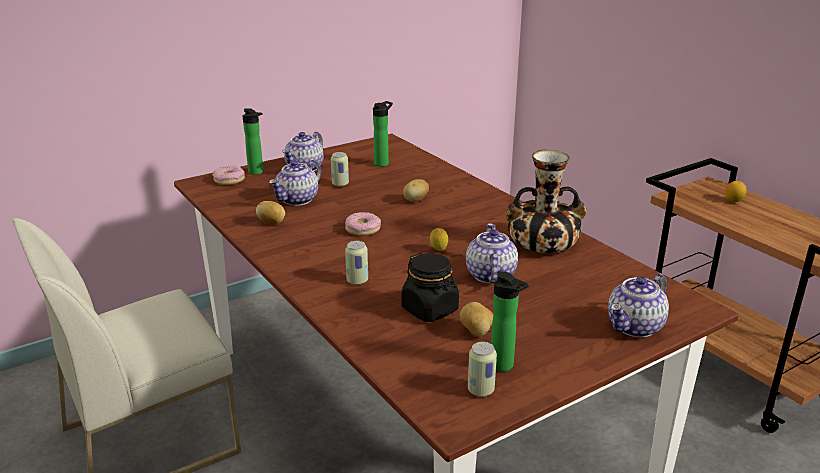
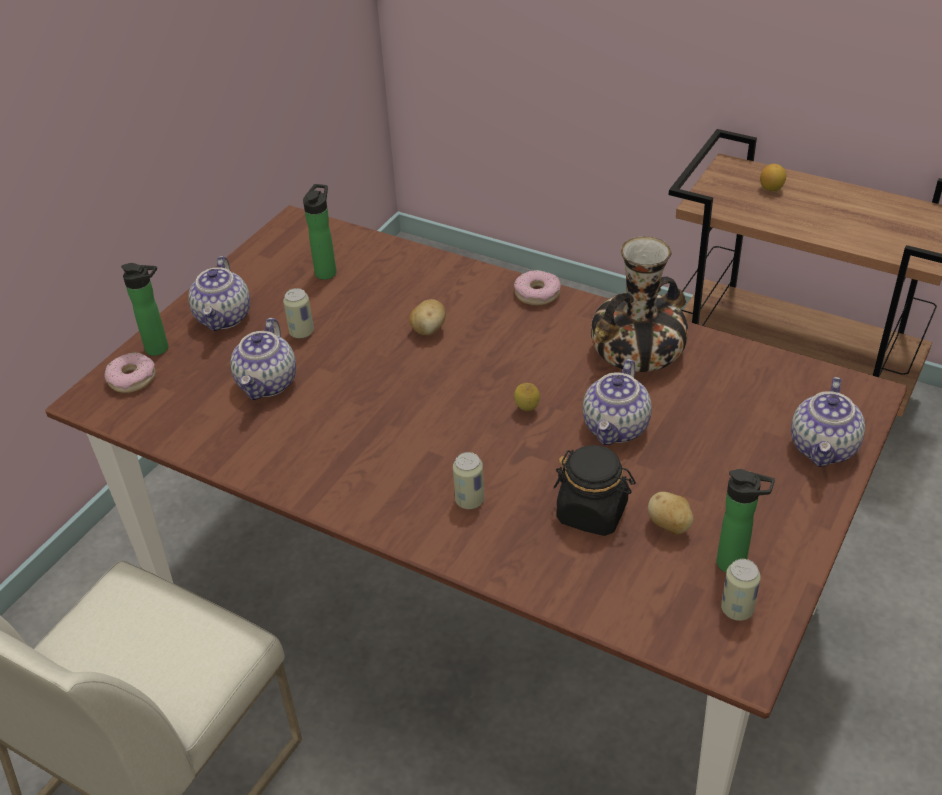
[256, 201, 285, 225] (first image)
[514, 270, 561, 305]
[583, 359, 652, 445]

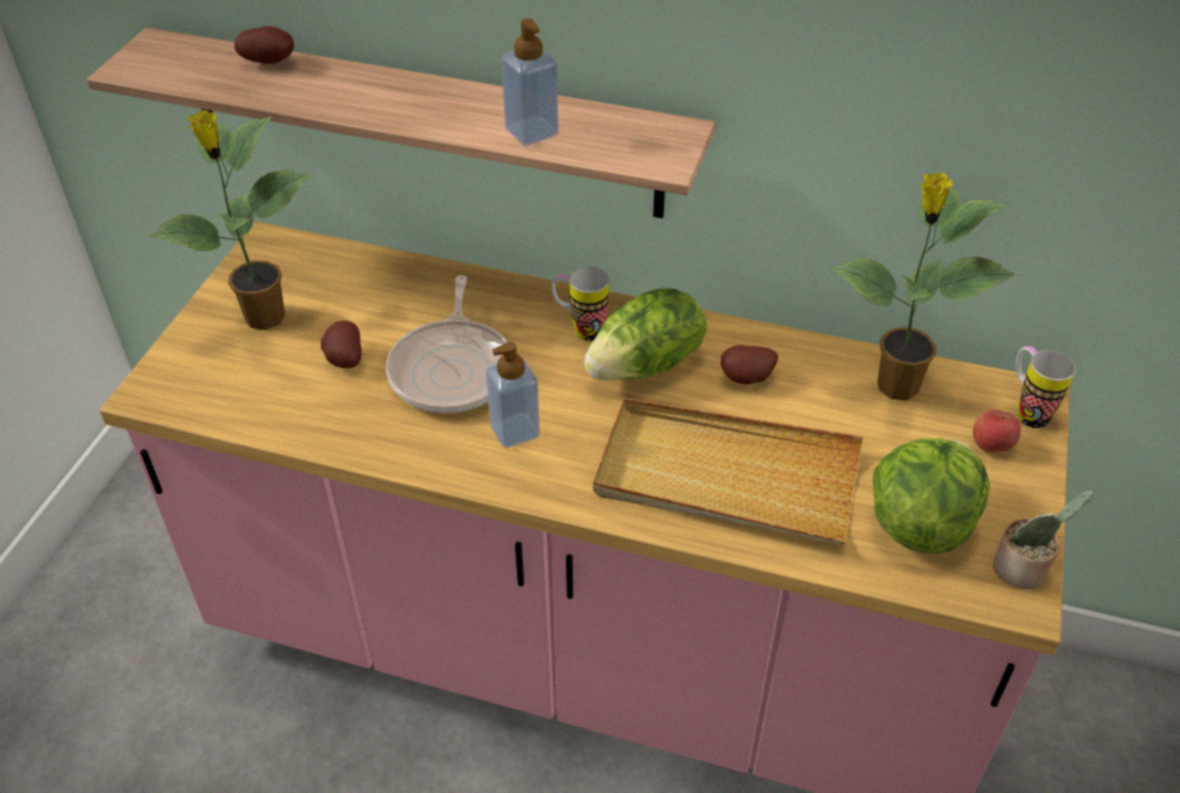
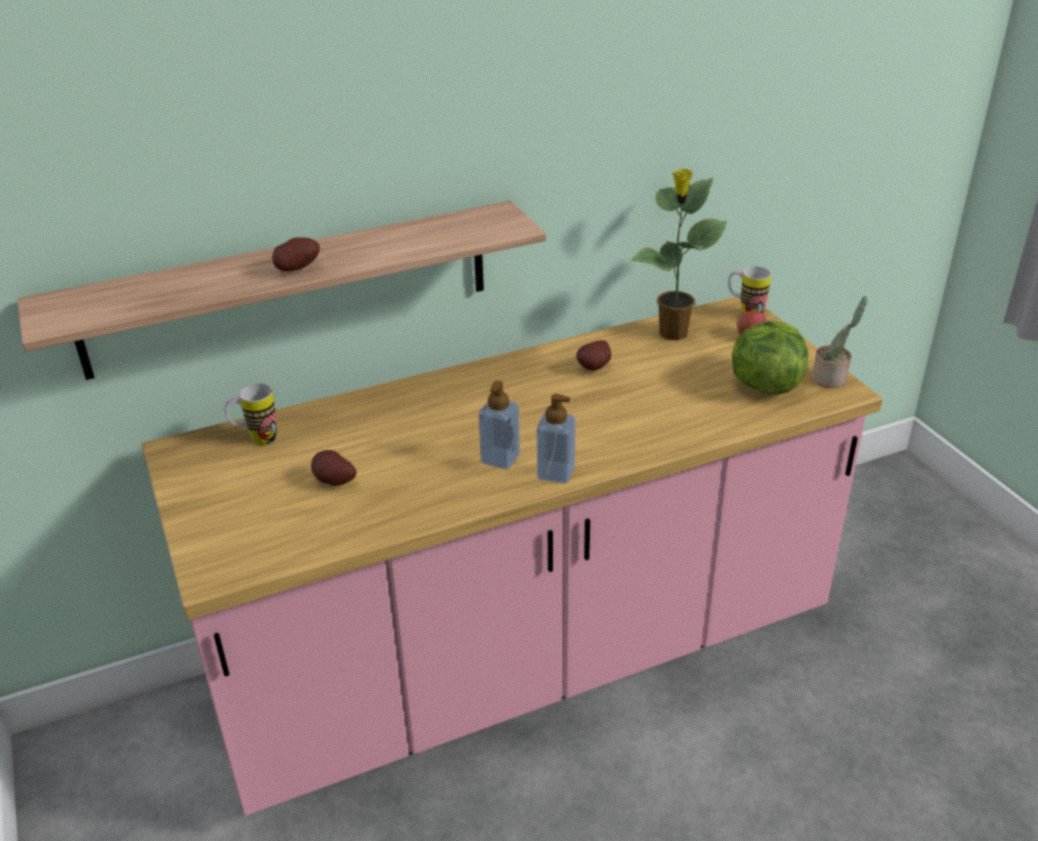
[150, 110, 309, 330] (first image)
[272, 237, 320, 271]
[386, 275, 507, 413] (first image)
[537, 394, 576, 484]
[225, 383, 276, 445]
[584, 288, 707, 380] (first image)
[593, 398, 863, 545] (first image)

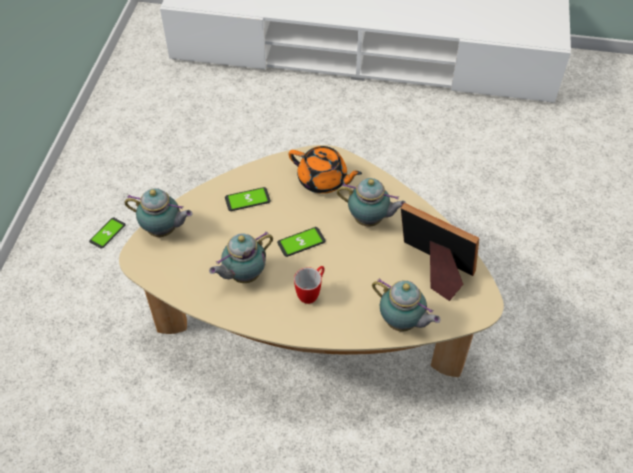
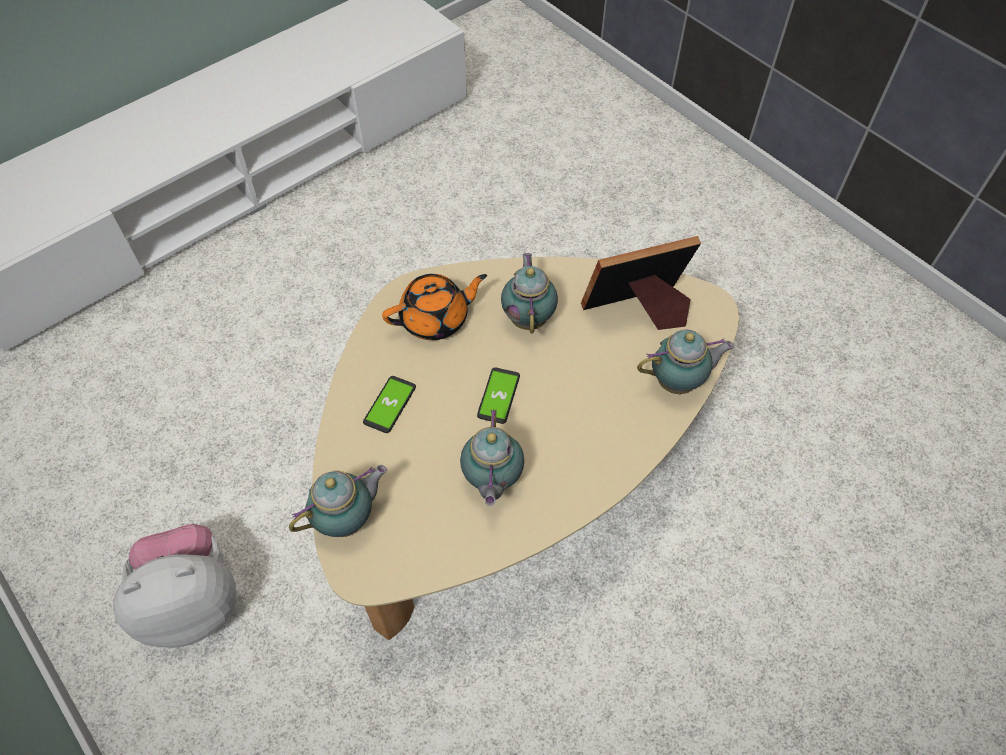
[113, 524, 236, 648]
[294, 266, 325, 304] (first image)
[501, 253, 558, 334]

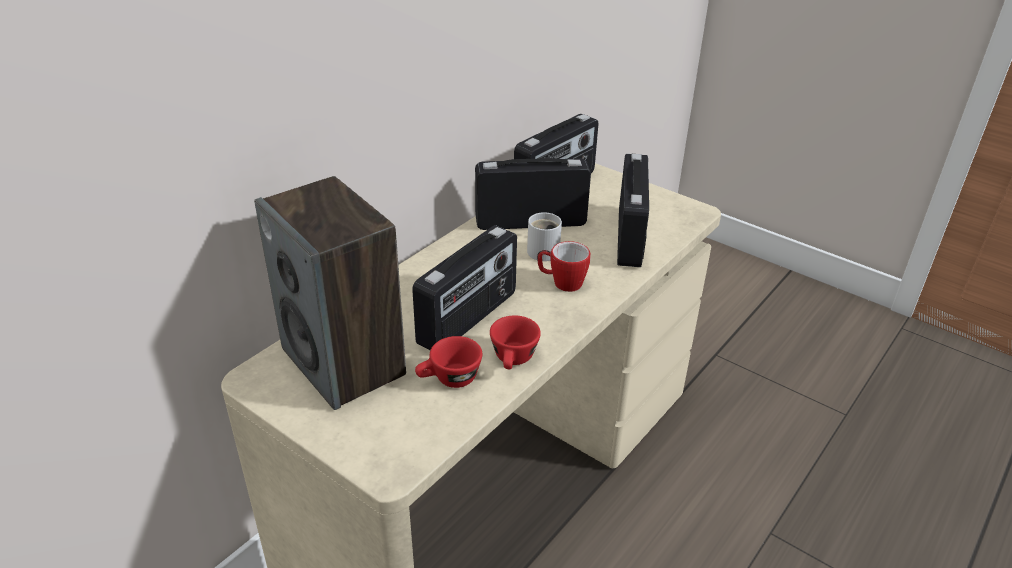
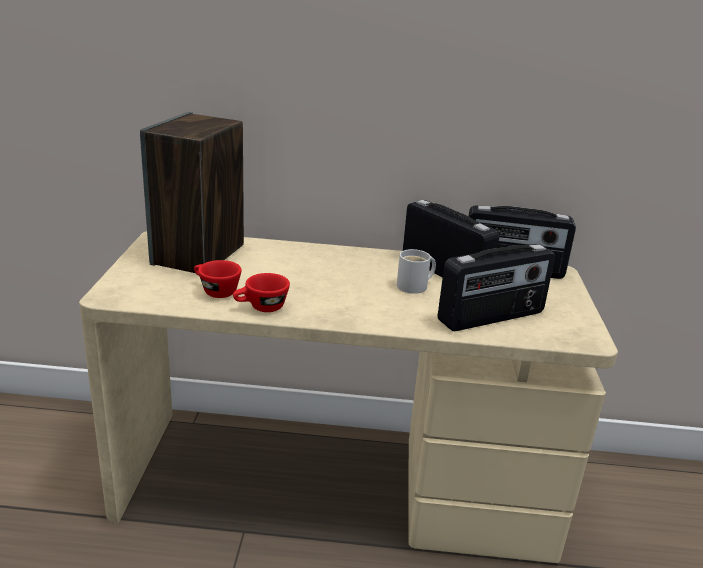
[412, 225, 517, 350] (first image)
[537, 241, 591, 292] (first image)

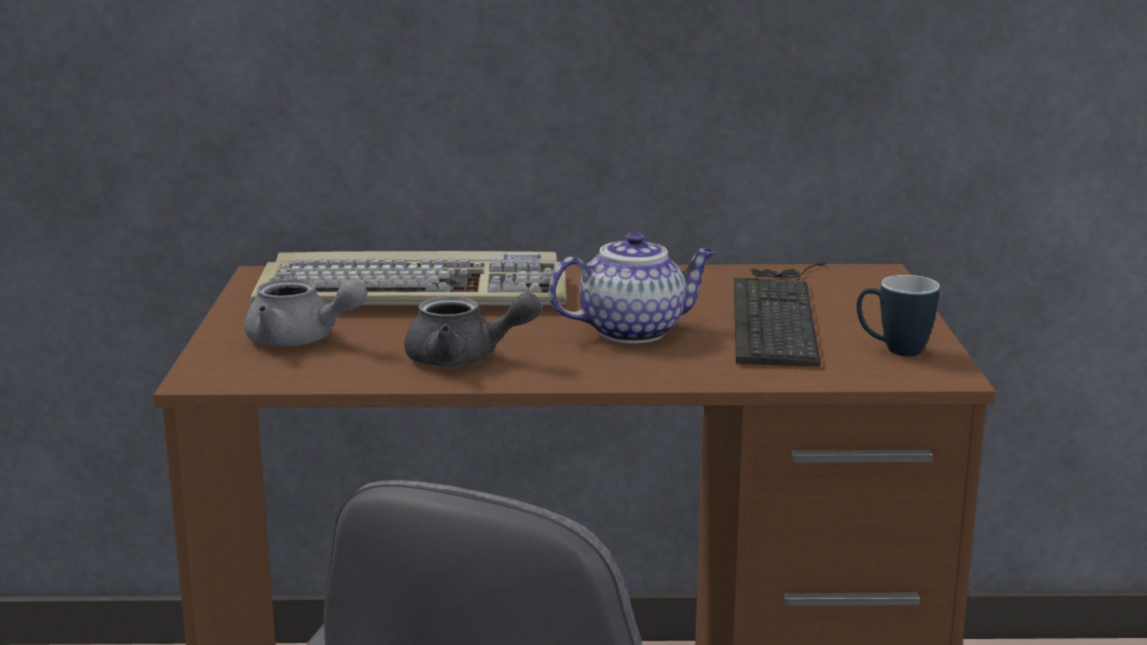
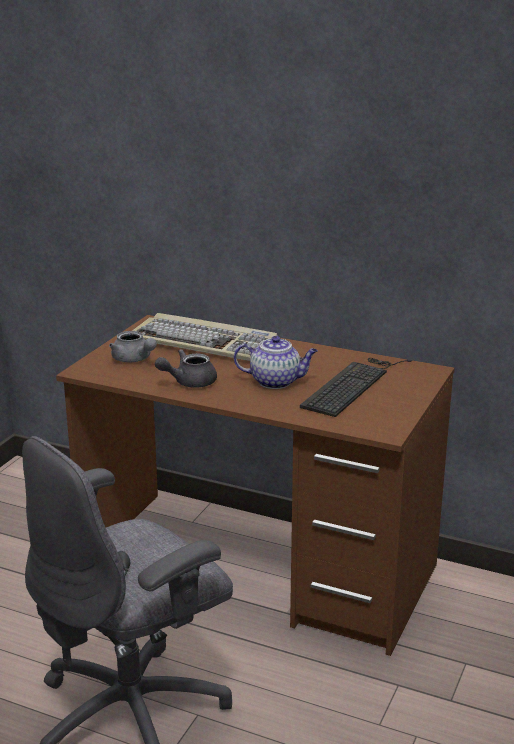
[155, 349, 217, 388]
[856, 275, 940, 356] (first image)

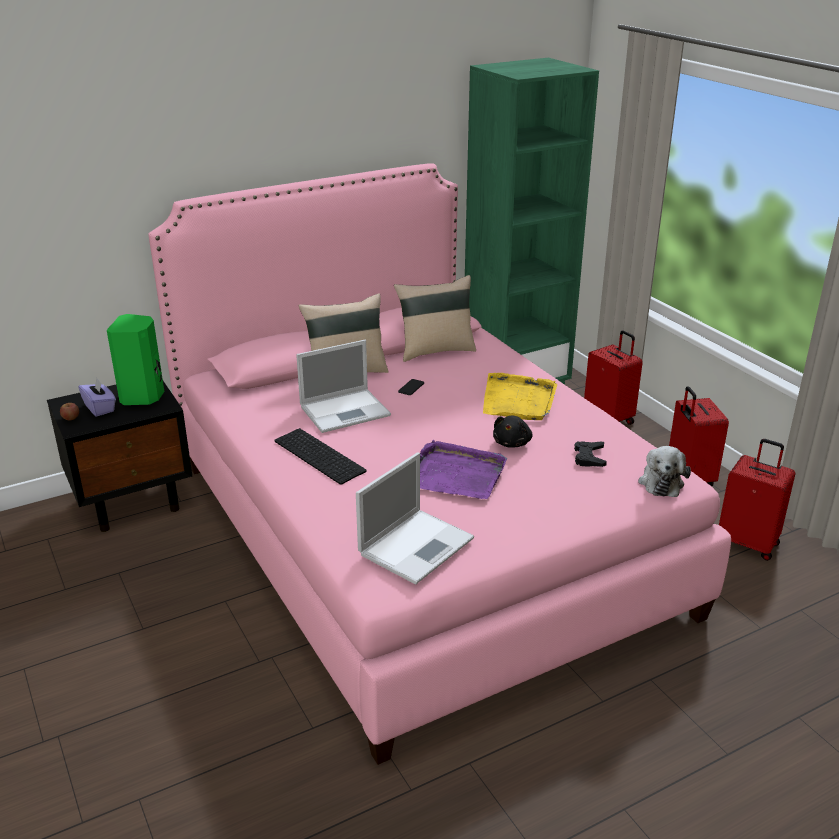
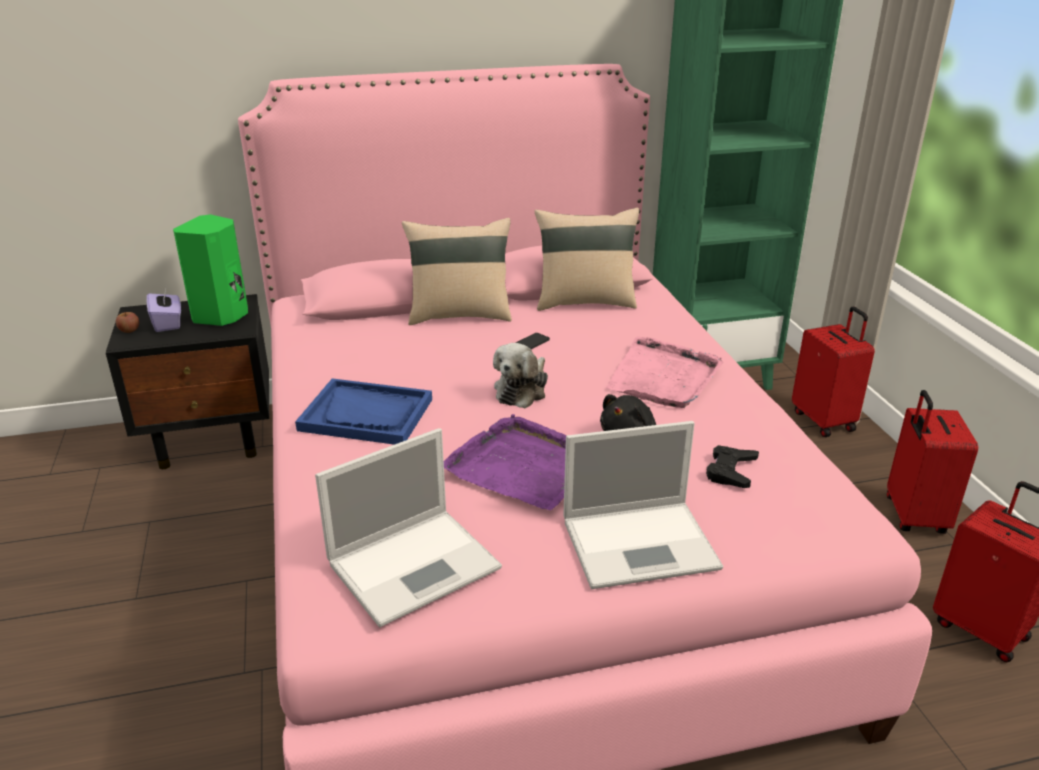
[295, 378, 432, 445]
[563, 421, 723, 589]
[606, 337, 723, 408]
[493, 343, 548, 408]

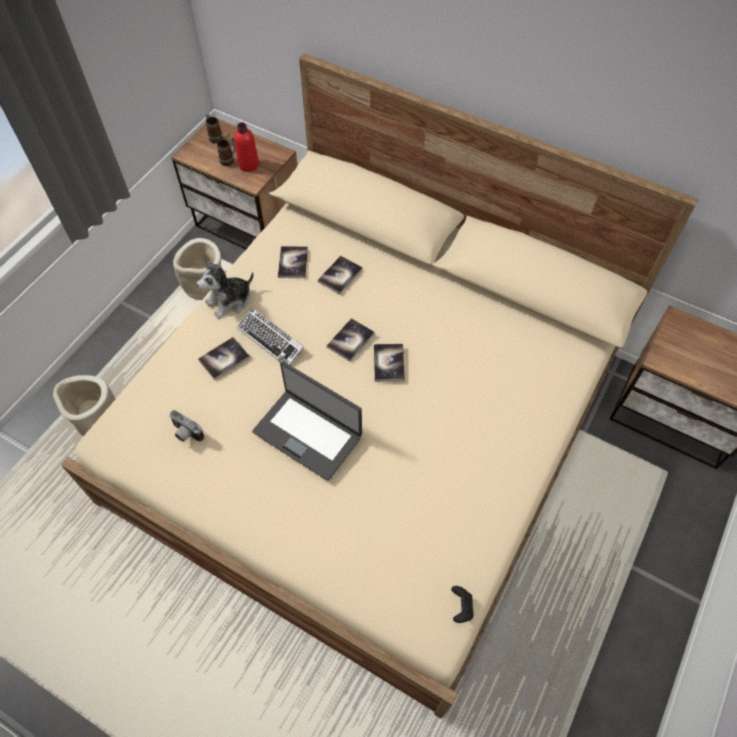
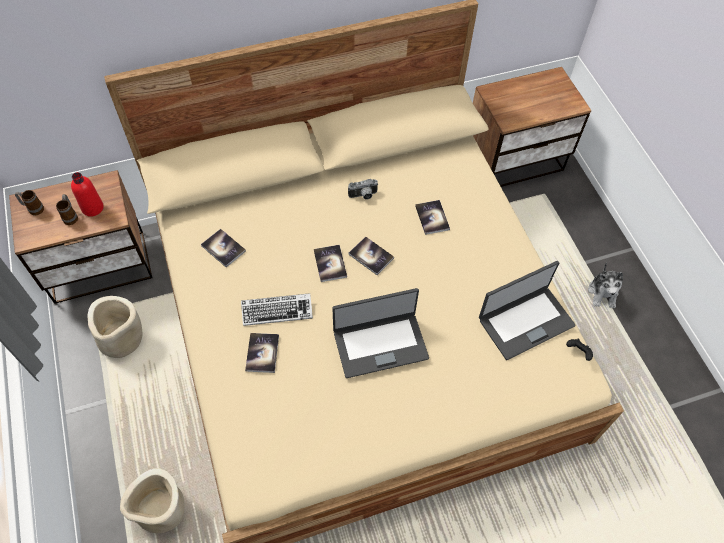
[348, 179, 378, 200]
[588, 262, 623, 309]
[415, 200, 450, 235]
[479, 261, 576, 360]

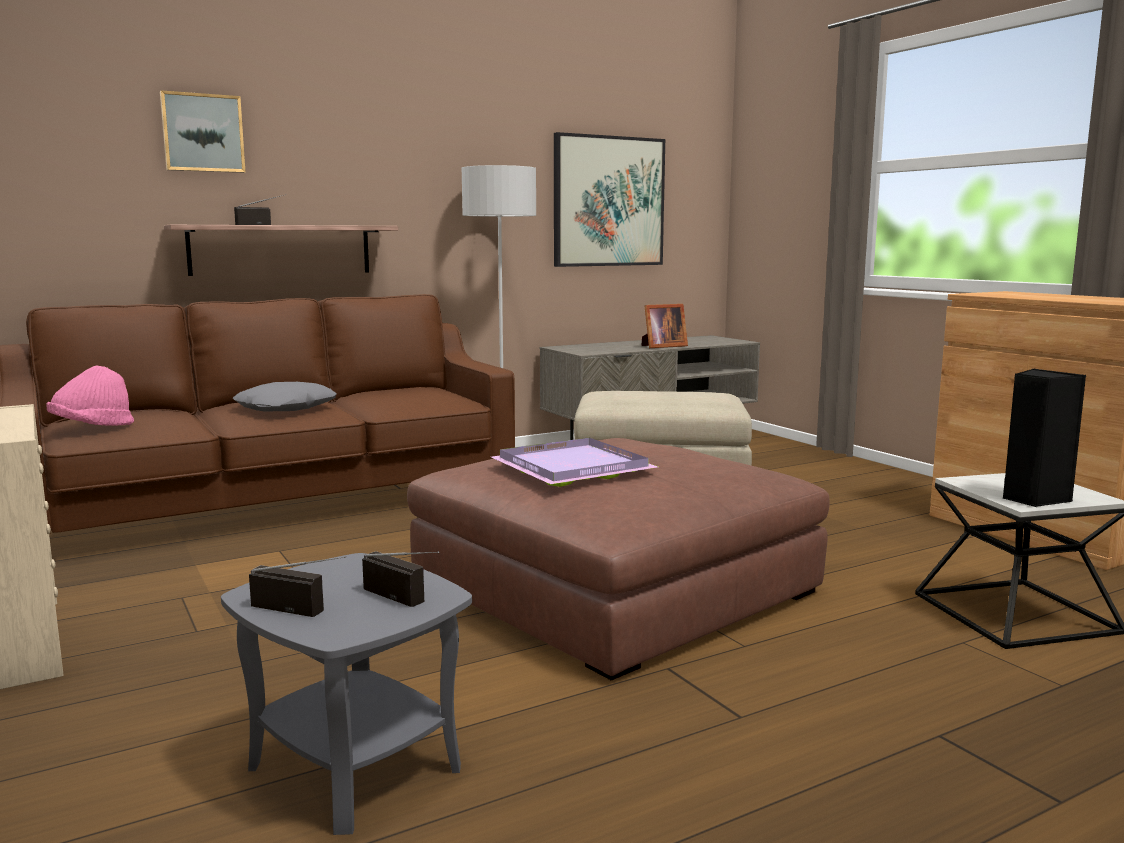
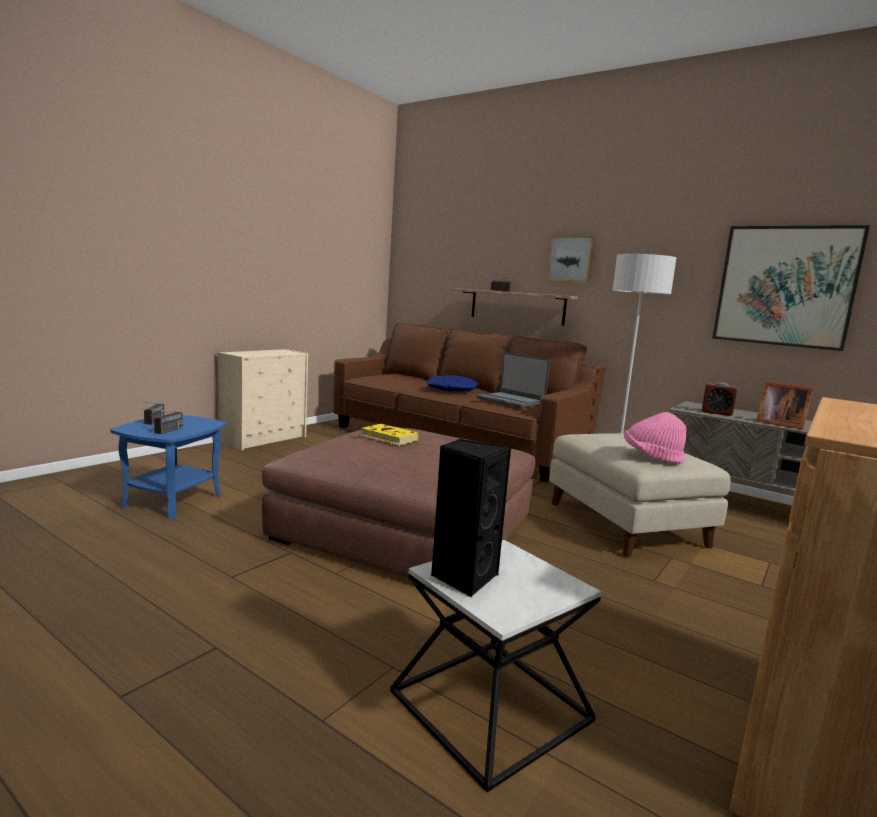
[624, 412, 686, 463]
[547, 236, 595, 282]
[110, 415, 227, 519]
[426, 375, 478, 392]
[361, 424, 419, 446]
[476, 352, 550, 408]
[702, 382, 737, 416]

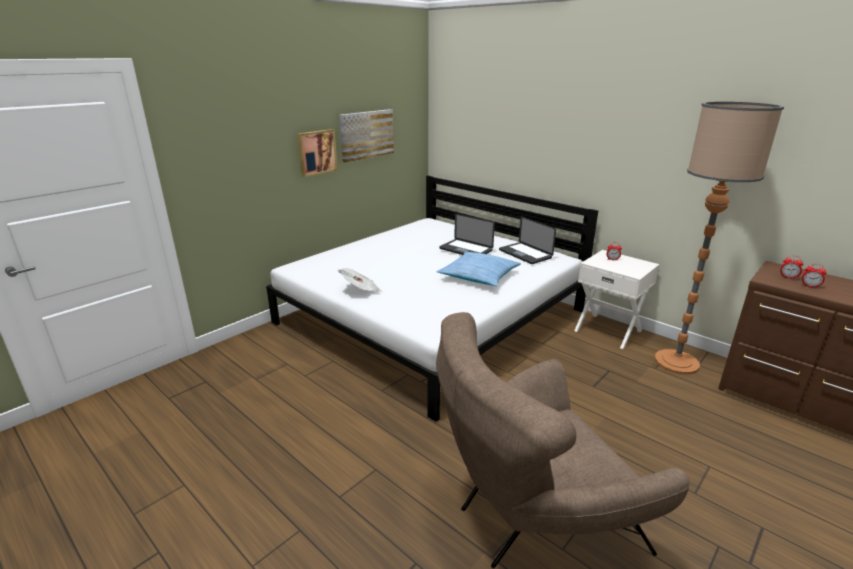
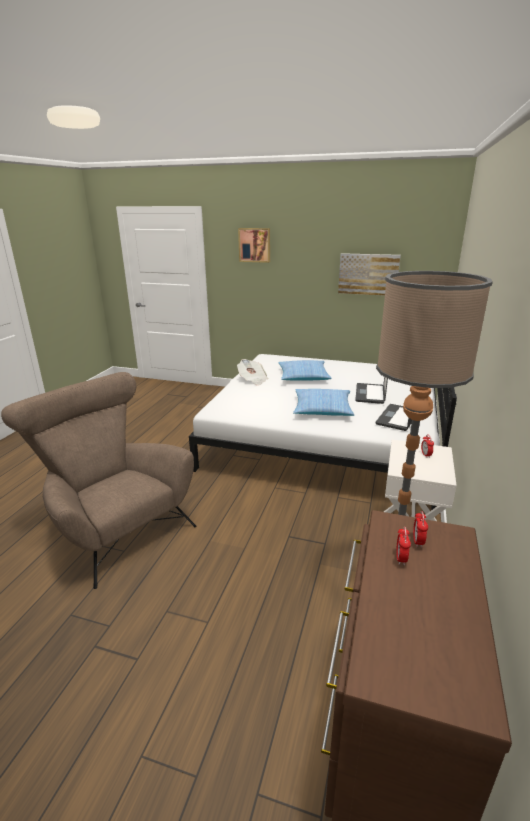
[238, 228, 270, 263]
[278, 360, 332, 380]

